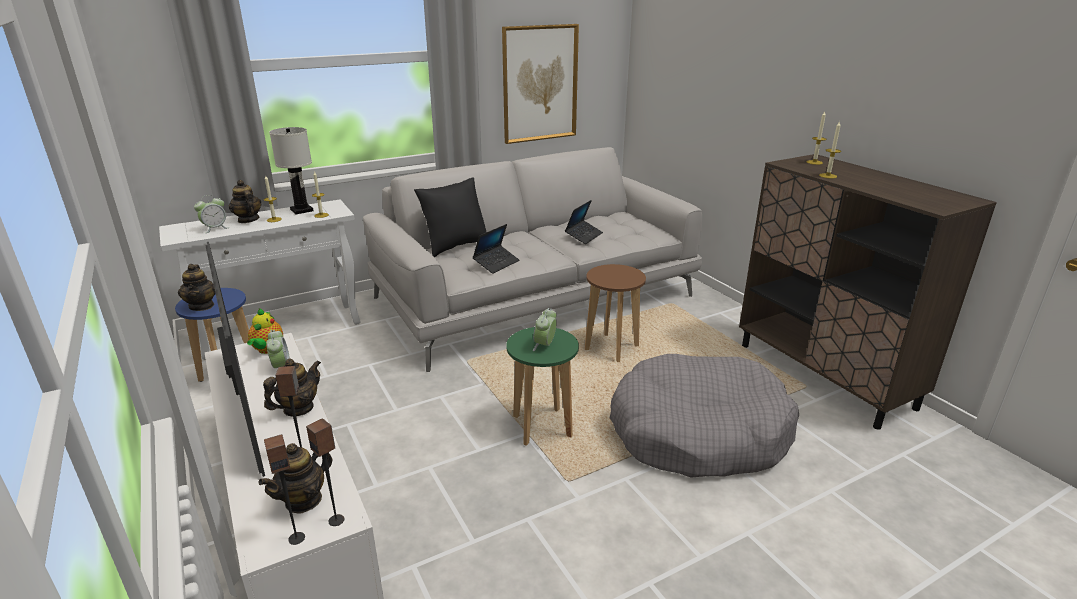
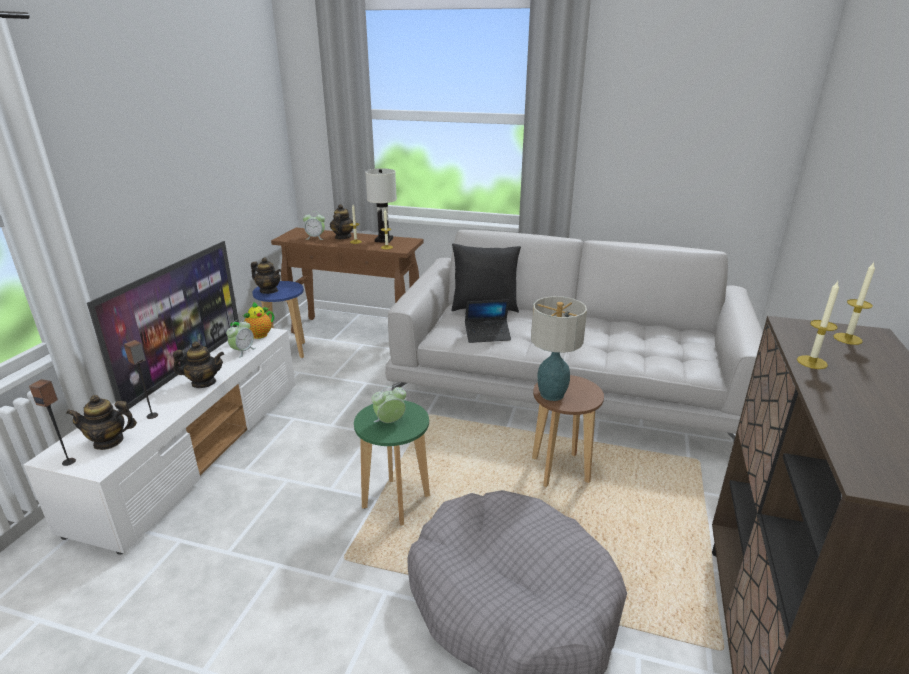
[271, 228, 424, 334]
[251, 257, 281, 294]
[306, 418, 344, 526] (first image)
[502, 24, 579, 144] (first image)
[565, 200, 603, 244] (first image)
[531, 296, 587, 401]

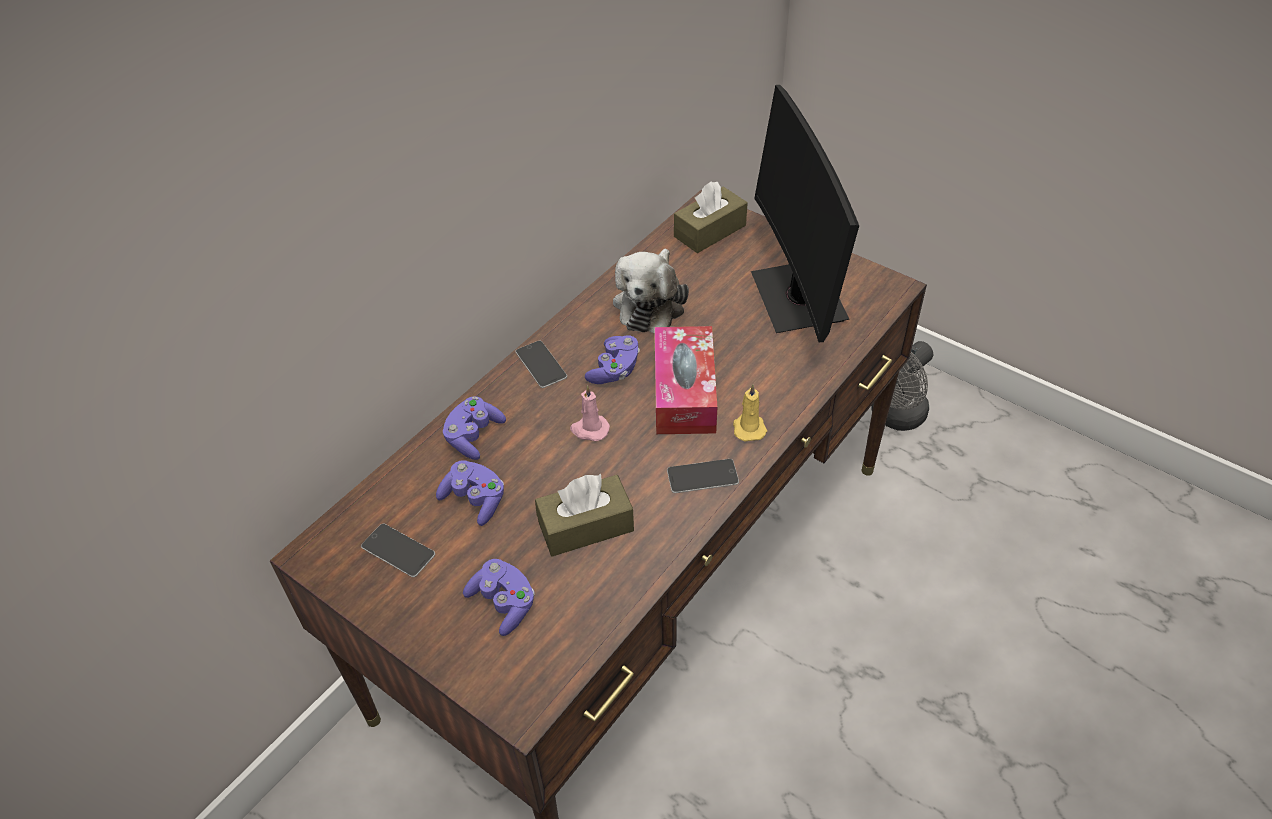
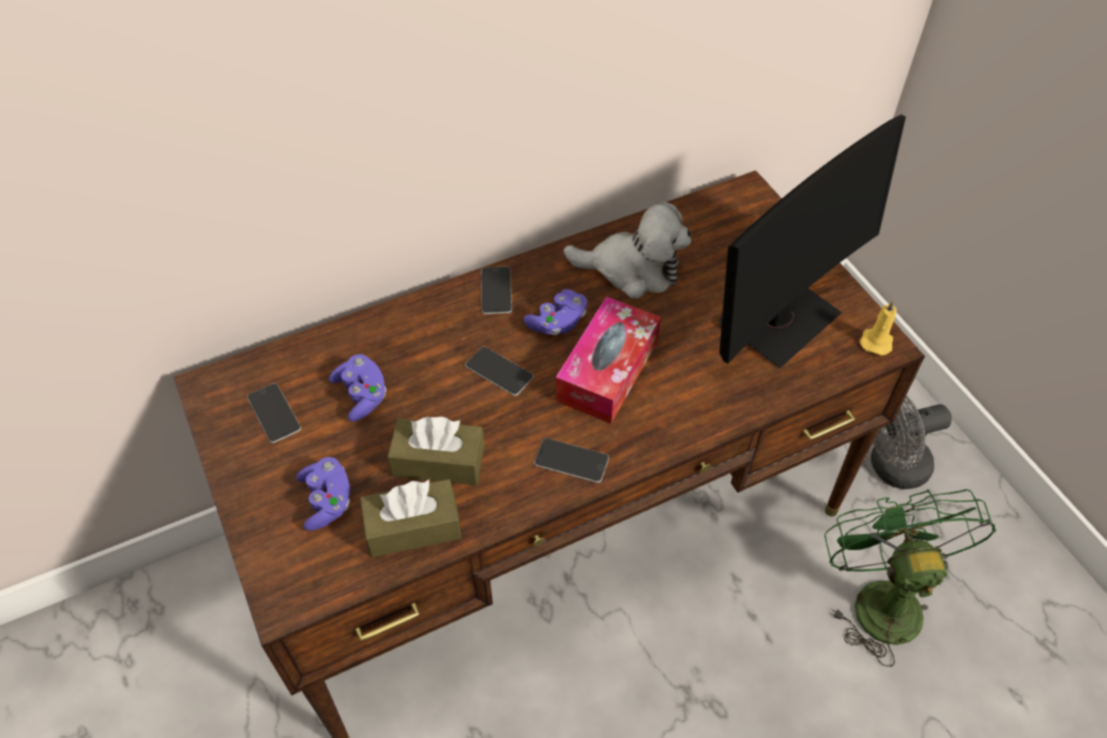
[443, 396, 506, 460] (first image)
[465, 346, 534, 396]
[564, 202, 691, 299]
[360, 479, 461, 557]
[860, 300, 897, 355]
[717, 115, 906, 368]
[825, 489, 996, 667]

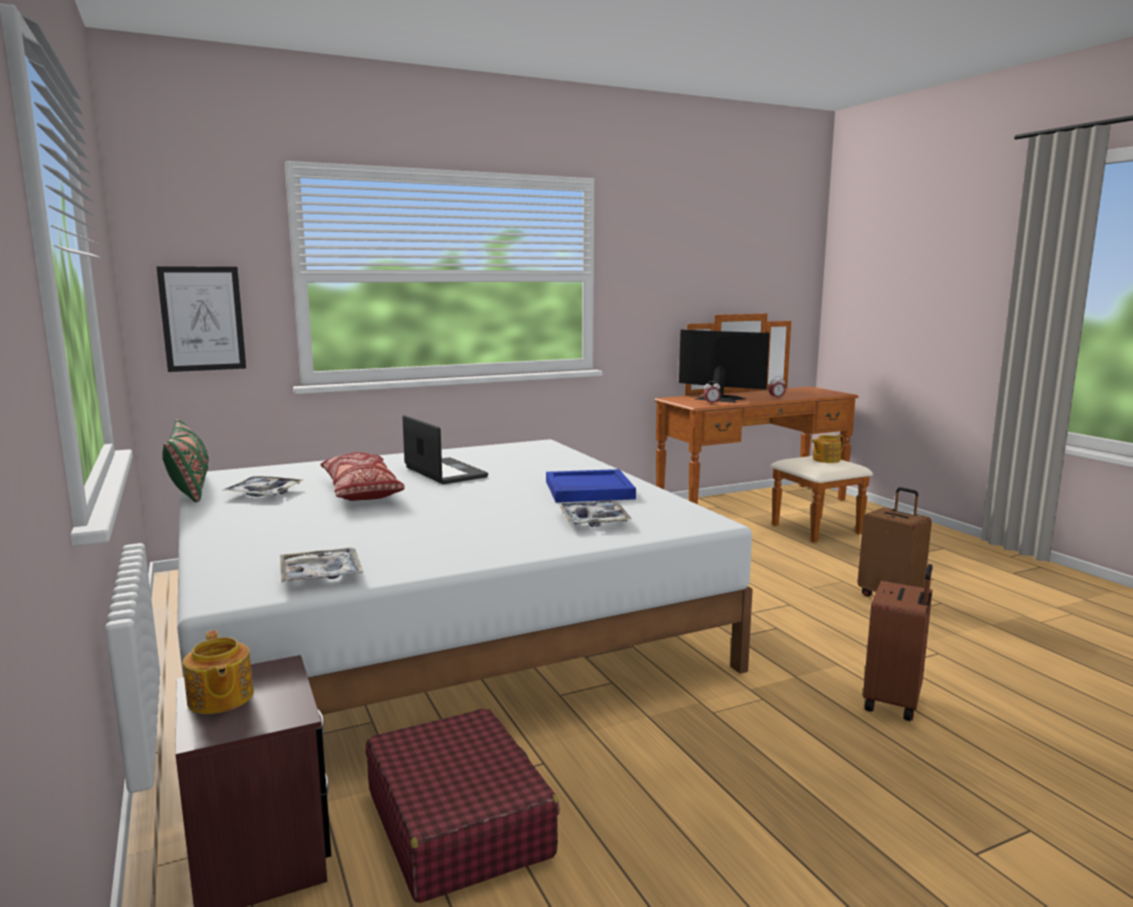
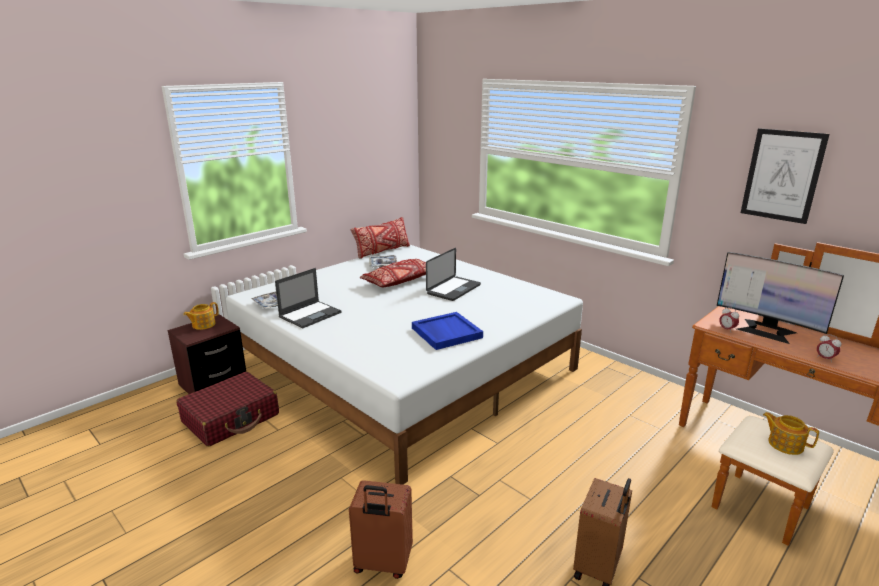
[741, 128, 829, 224]
[351, 217, 410, 259]
[558, 500, 632, 527] (first image)
[717, 252, 844, 344]
[275, 268, 342, 328]

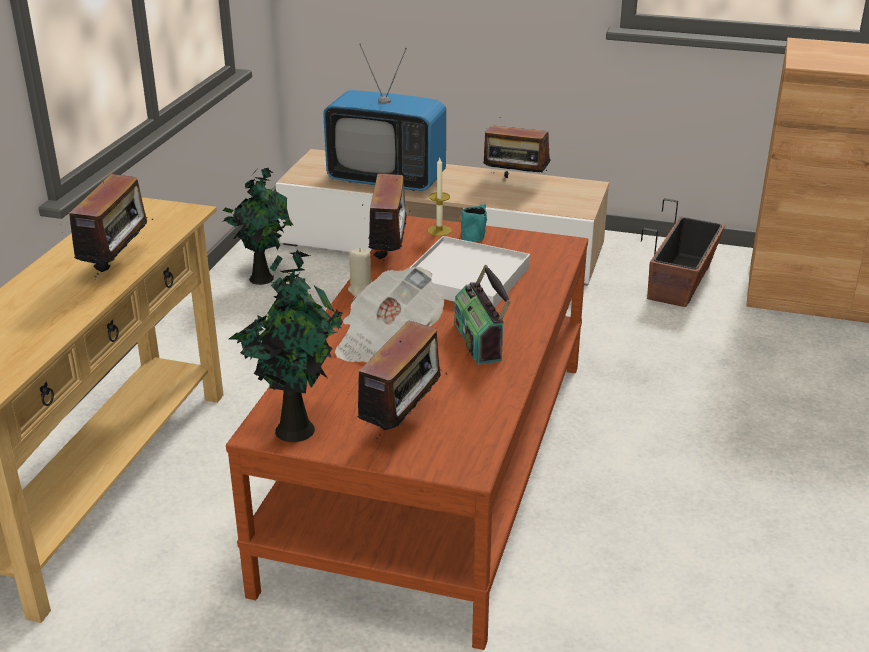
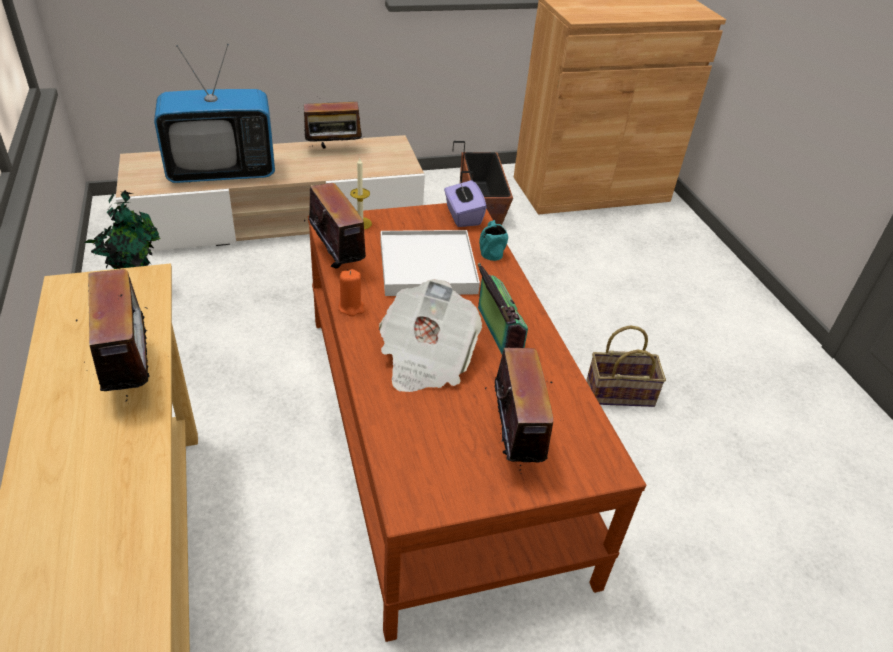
[229, 250, 343, 442] (first image)
[339, 269, 365, 316]
[478, 263, 528, 354]
[479, 220, 508, 261]
[444, 180, 487, 227]
[586, 325, 666, 407]

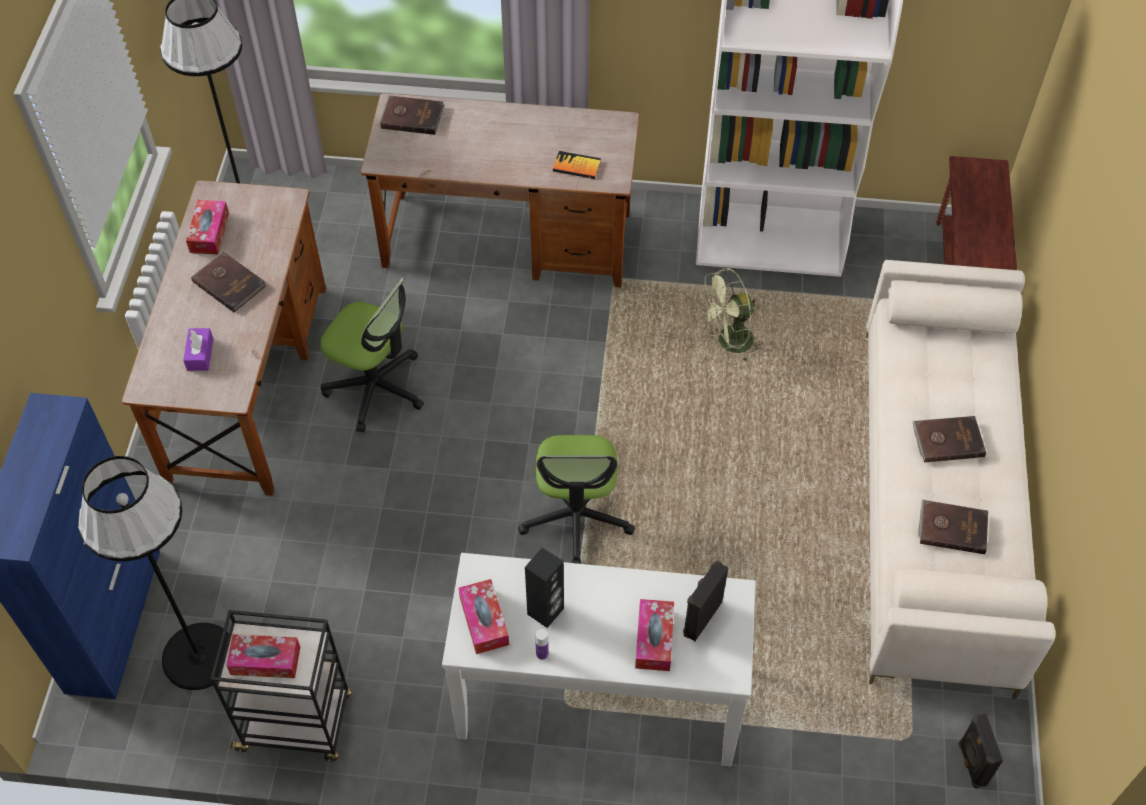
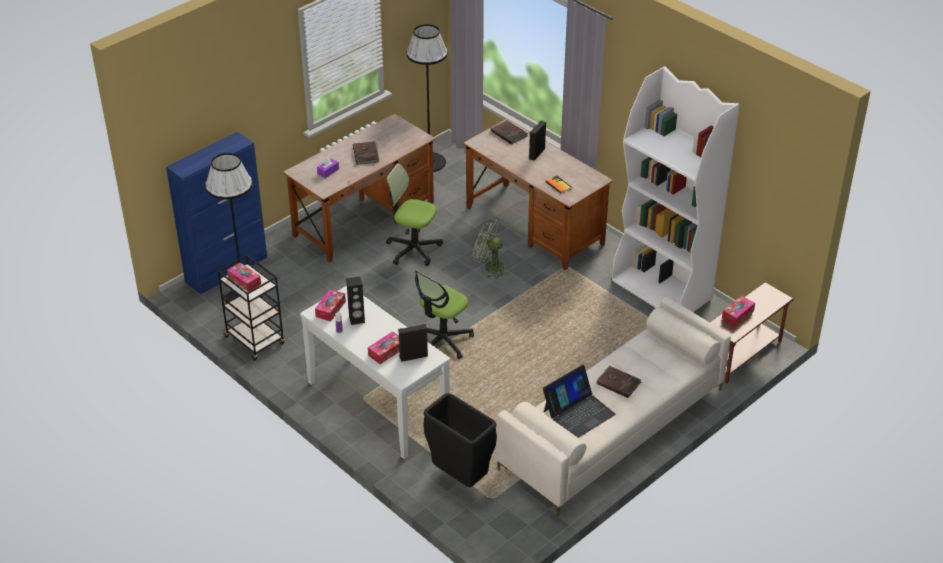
[722, 296, 755, 326]
[386, 164, 443, 266]
[473, 218, 509, 279]
[543, 364, 616, 438]
[529, 120, 546, 160]
[423, 393, 497, 487]

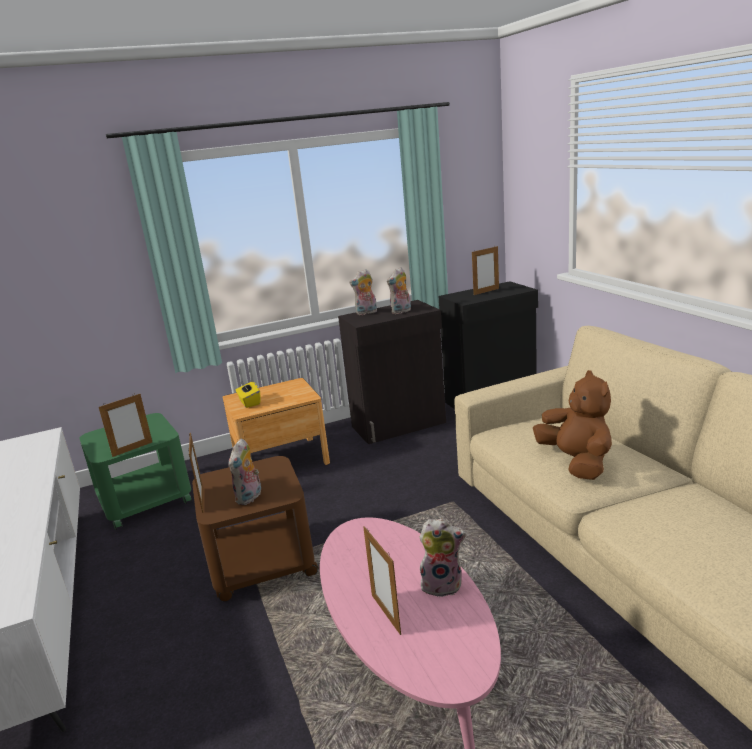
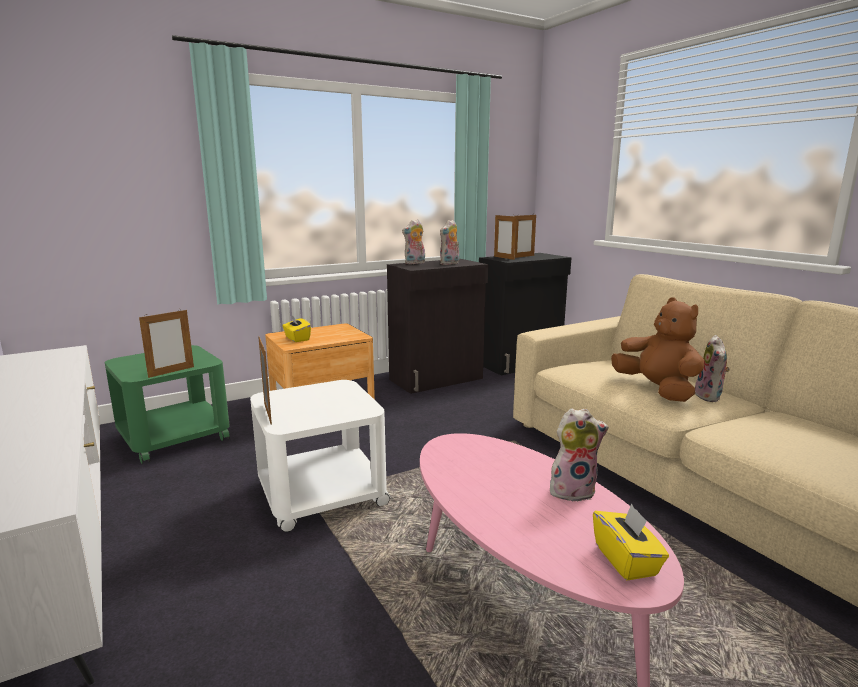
[250, 380, 391, 532]
[695, 335, 730, 402]
[494, 215, 517, 260]
[593, 504, 669, 580]

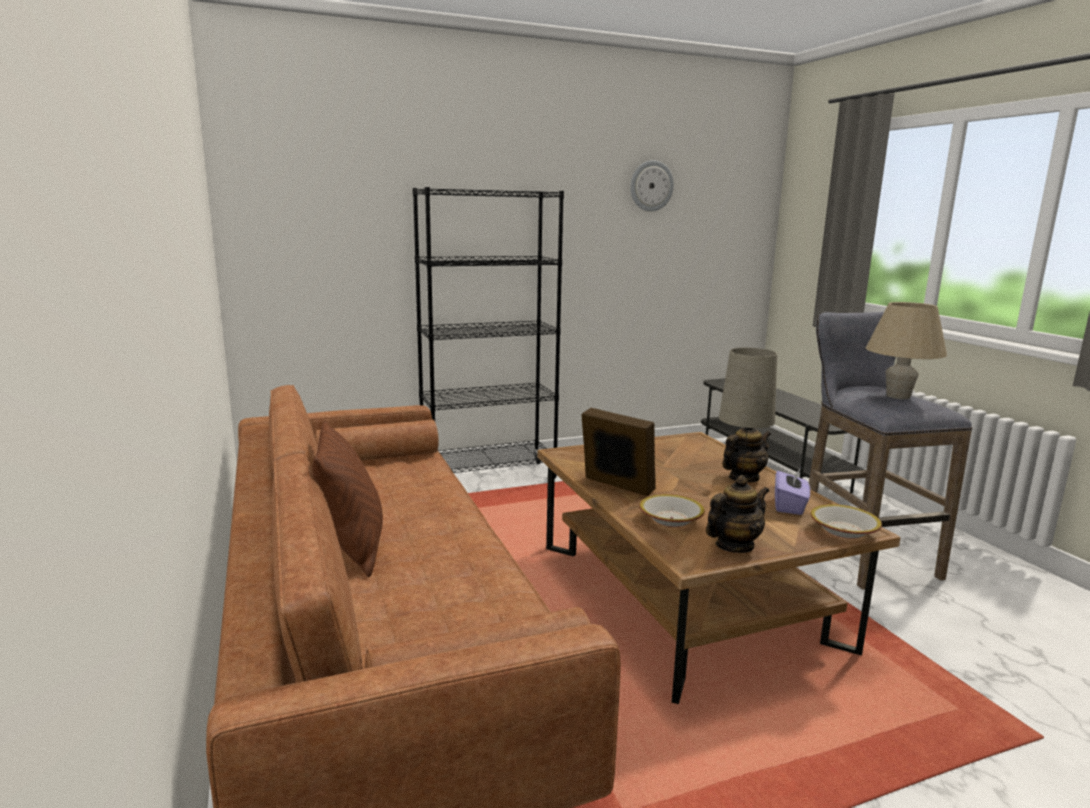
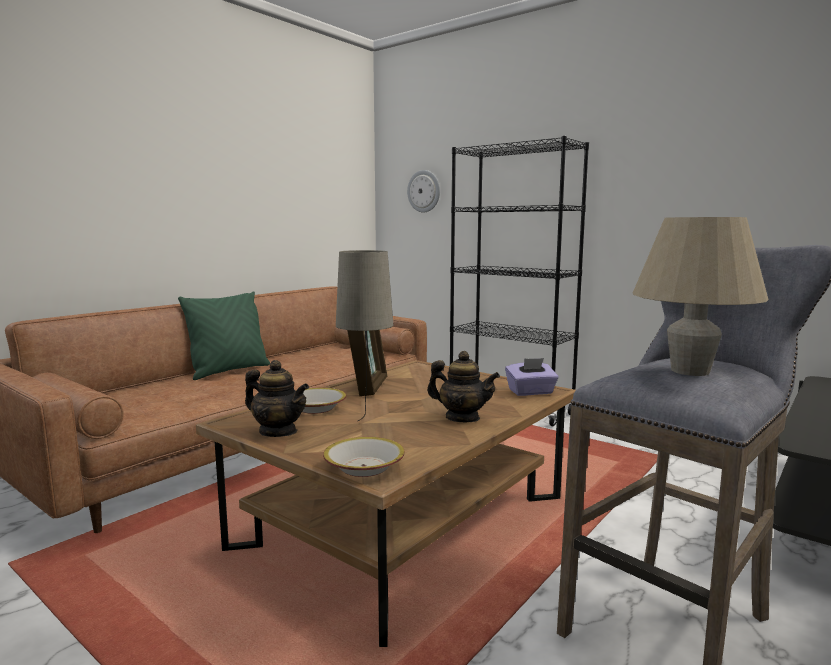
[178, 291, 270, 380]
[407, 170, 440, 213]
[505, 358, 558, 396]

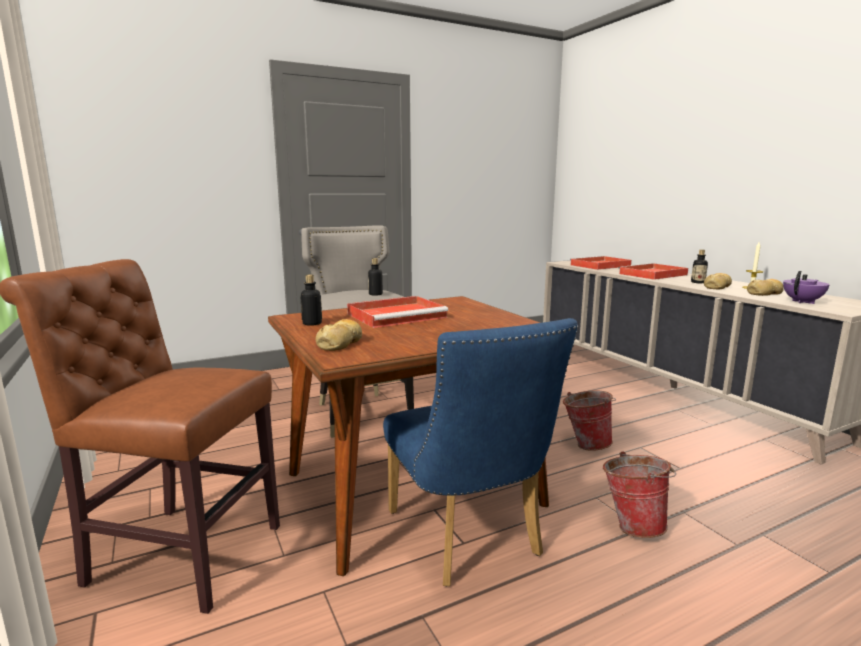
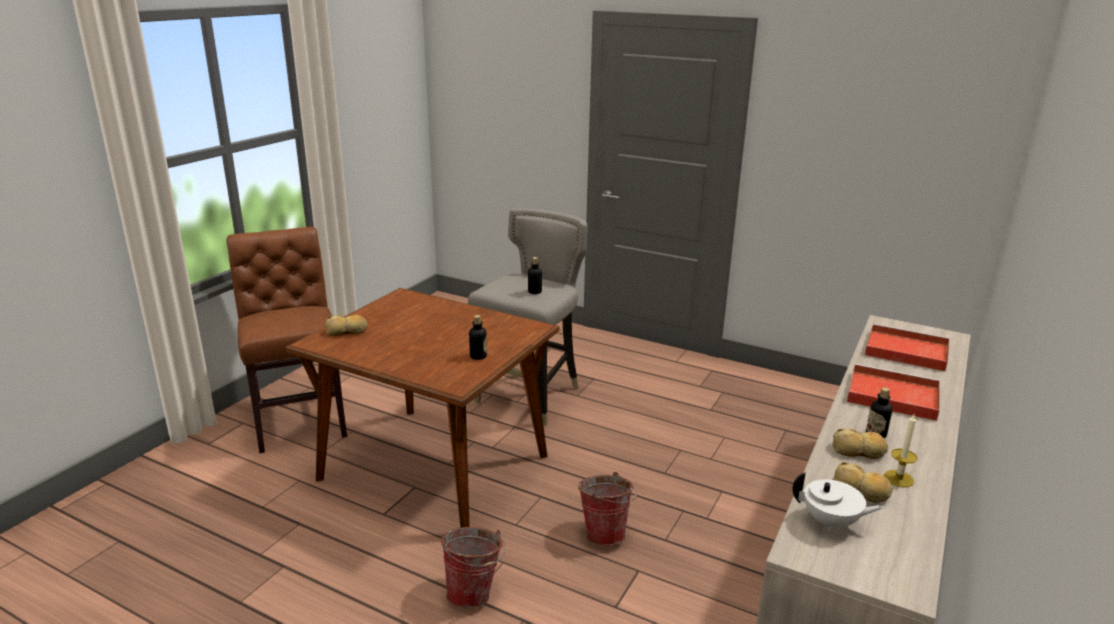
[469, 315, 487, 360]
[347, 296, 448, 328] (first image)
[383, 318, 578, 586] (first image)
[793, 472, 884, 532]

